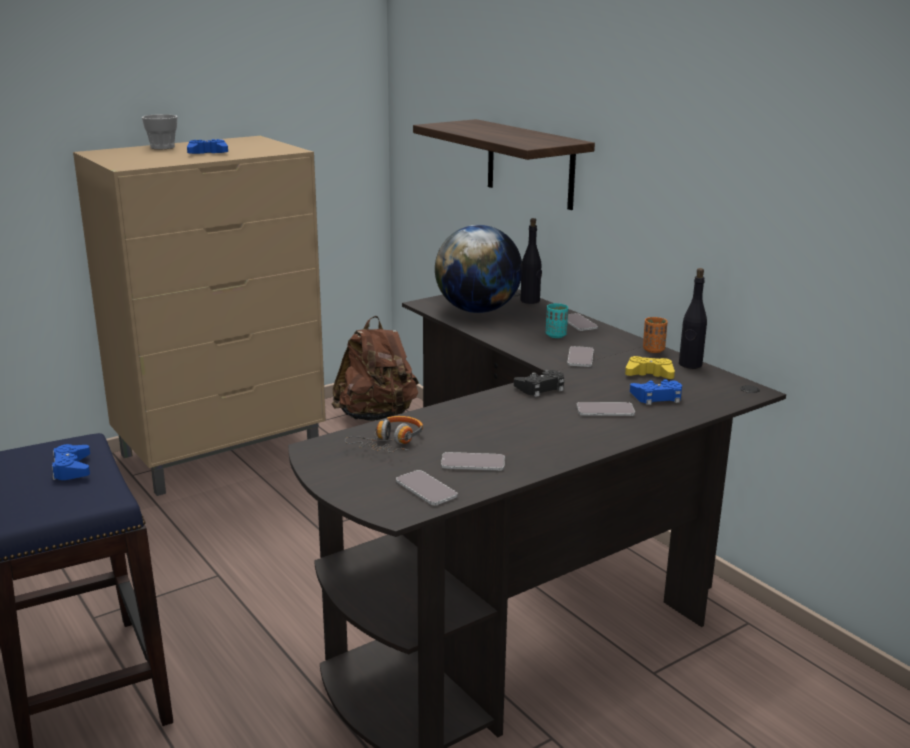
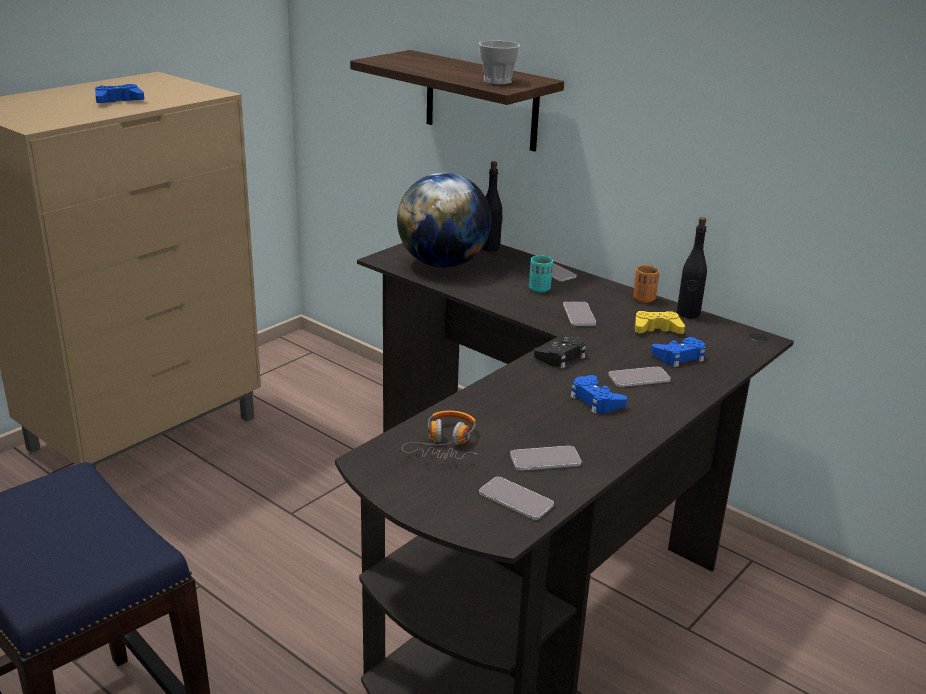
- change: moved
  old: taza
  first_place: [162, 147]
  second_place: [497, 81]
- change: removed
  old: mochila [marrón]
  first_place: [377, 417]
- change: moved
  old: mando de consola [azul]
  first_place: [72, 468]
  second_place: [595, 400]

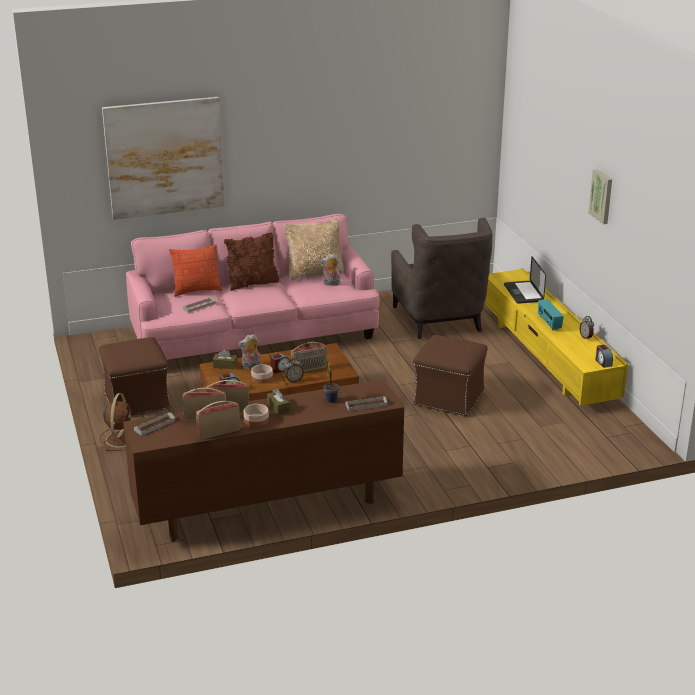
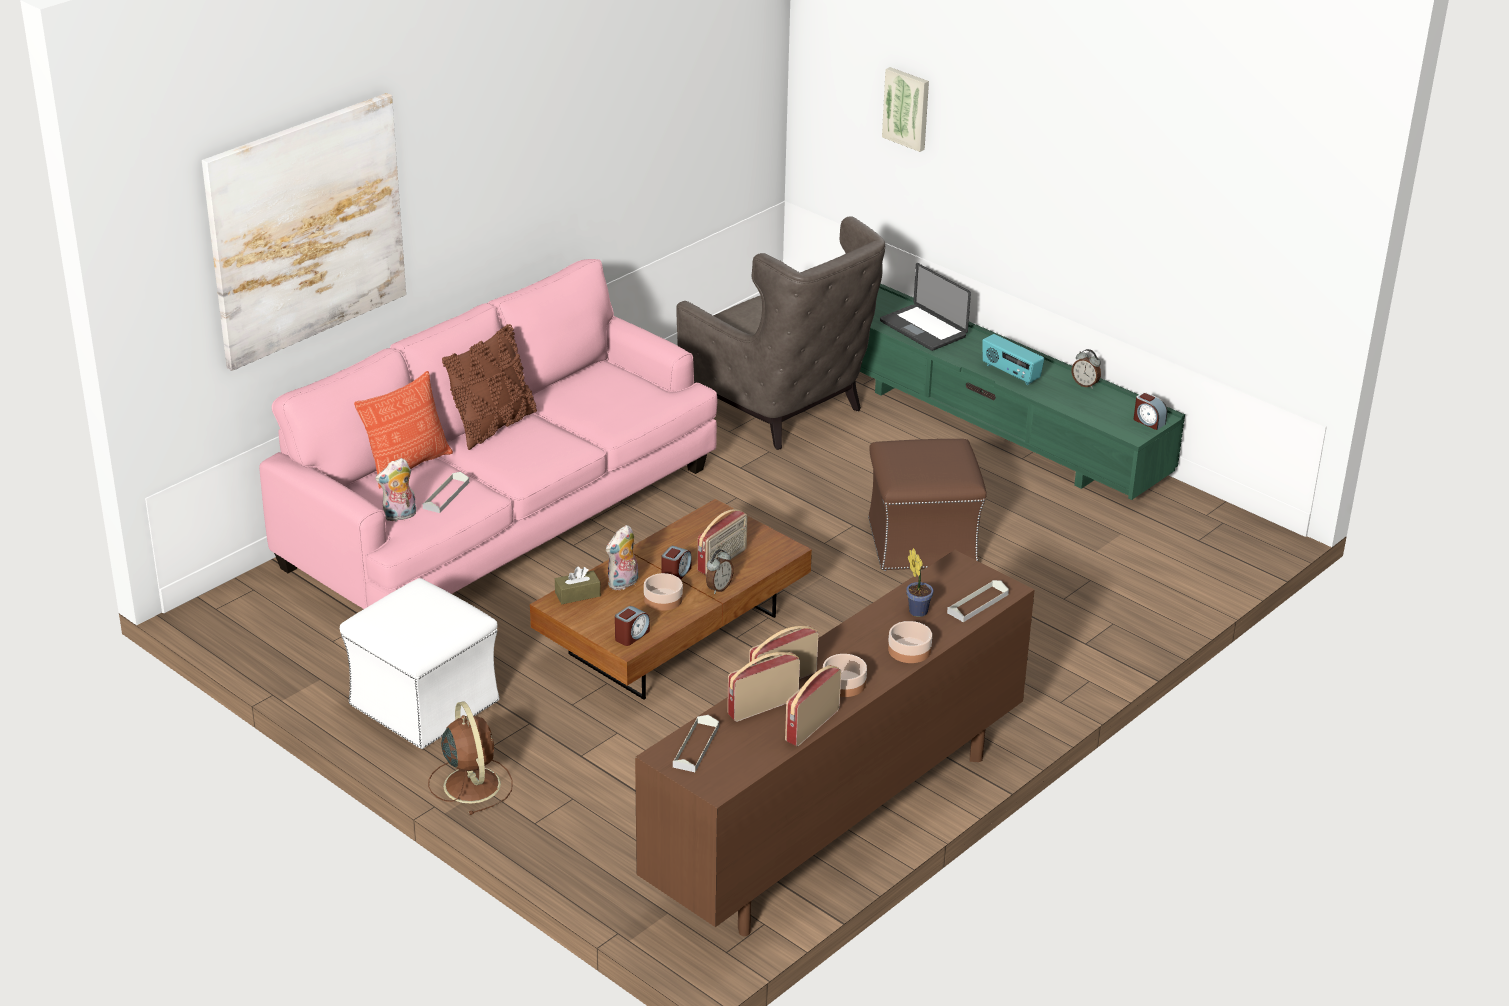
- change: moved
  old: cuadro
  first_place: [602, 196]
  second_place: [907, 108]
- change: removed
  old: cojín [beis]
  first_place: [315, 274]
- change: moved
  old: peluche
  first_place: [331, 284]
  second_place: [399, 516]
- change: recoloured
  old: mueble de televisión [amarillo]
  new: mueble de televisión [verde]
  first_place: [547, 356]
  second_place: [996, 426]
- change: recoloured
  old: puf [marrón]
  new: puf [blanco]
  first_place: [136, 400]
  second_place: [423, 703]
- change: removed
  old: caja de pañuelos [marrón]
  first_place: [278, 407]
- change: added
  new: cuenco
  second_place: [908, 650]

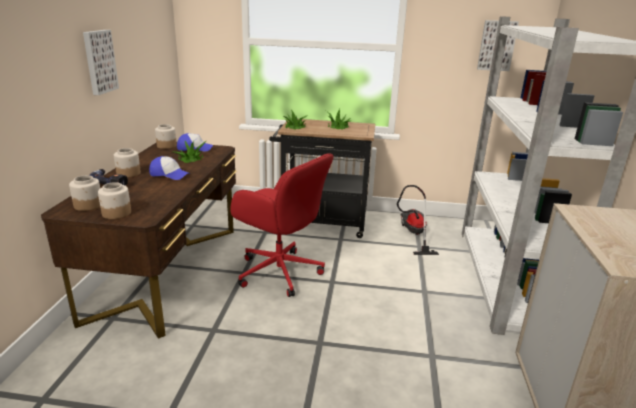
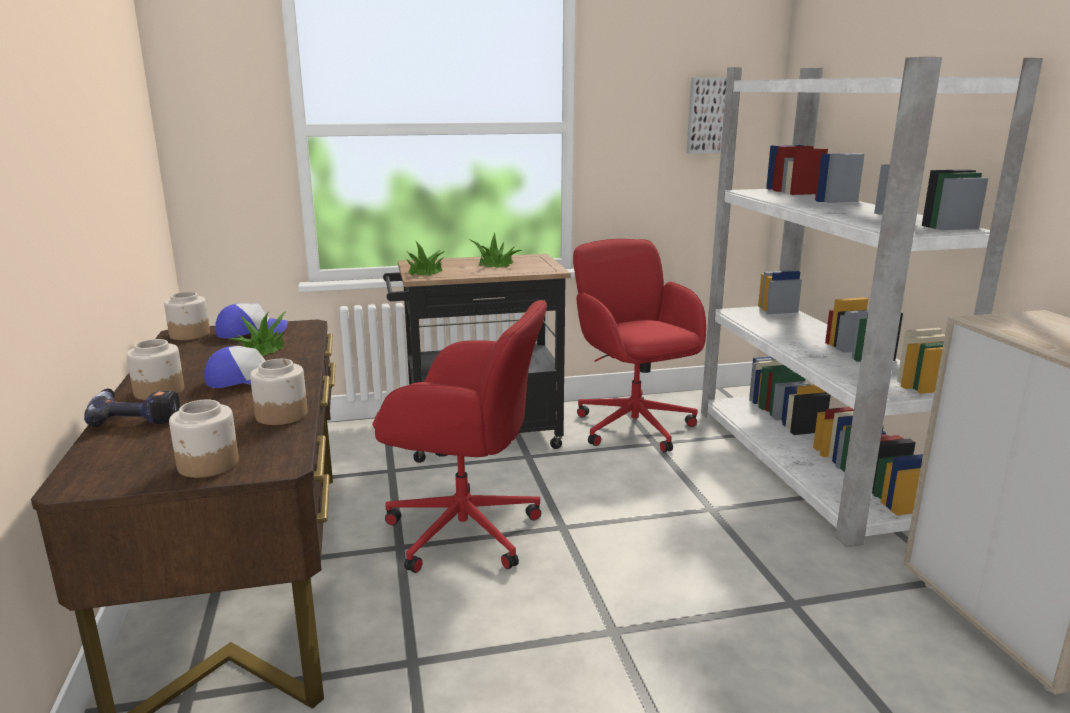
- change: removed
  old: cuadro
  first_place: [99, 61]
- change: moved
  old: tarro
  first_place: [88, 205]
  second_place: [282, 415]
- change: replaced
  old: aspiradora
  new: silla de oficina [rojo]
  first_place: [413, 234]
  second_place: [633, 427]

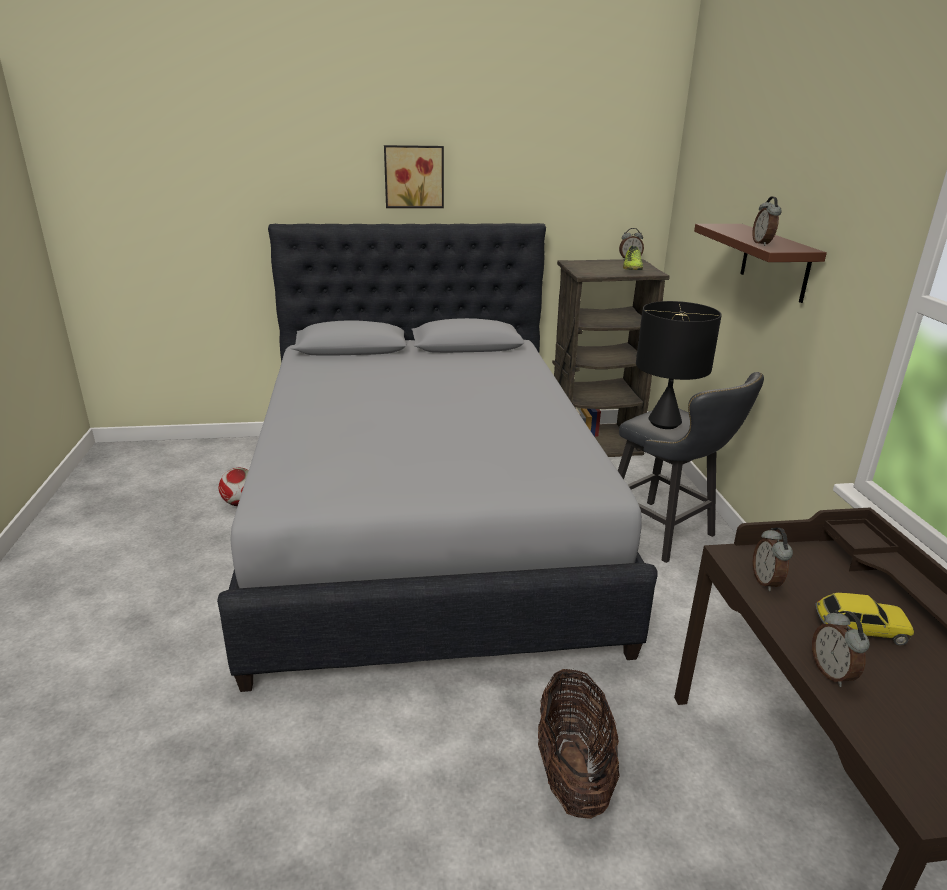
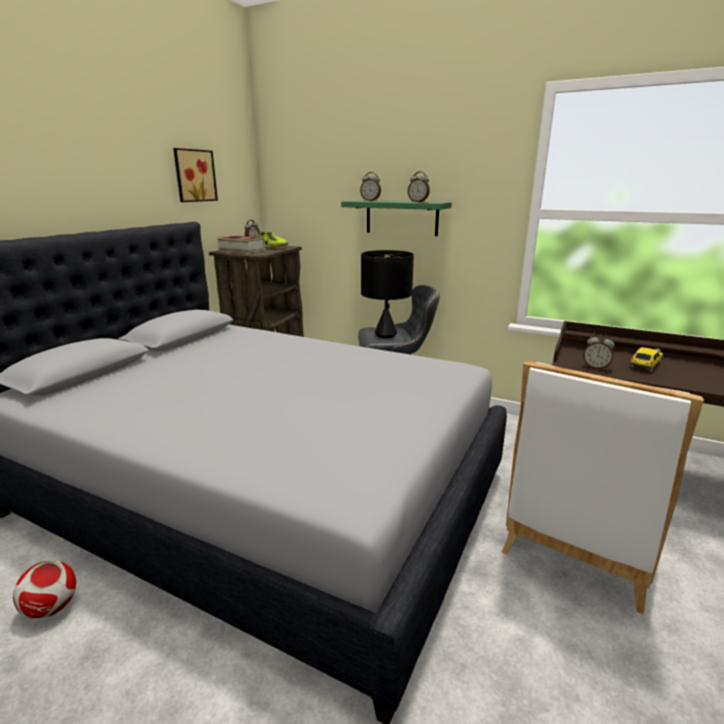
- change: moved
  old: cuadro
  first_place: [414, 176]
  second_place: [194, 175]
- change: recoloured
  old: estante [marrón]
  new: estante [verde]
  first_place: [775, 262]
  second_place: [401, 217]
- change: moved
  old: despertador
  first_place: [832, 673]
  second_place: [370, 201]
- change: replaced
  old: cesta
  new: silla [blanco]
  first_place: [573, 773]
  second_place: [580, 543]
- change: added
  new: libro
  second_place: [241, 250]

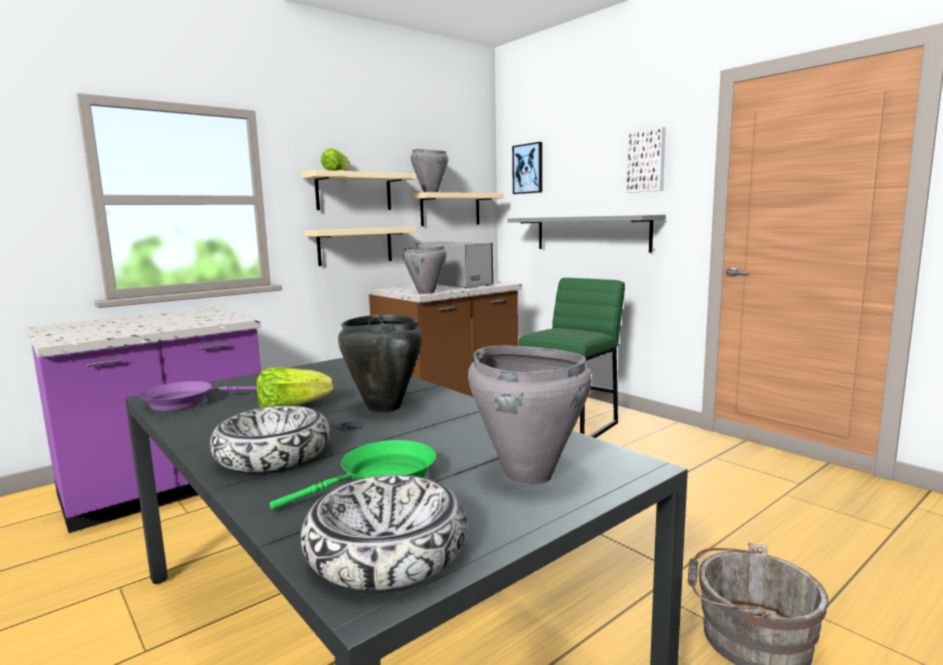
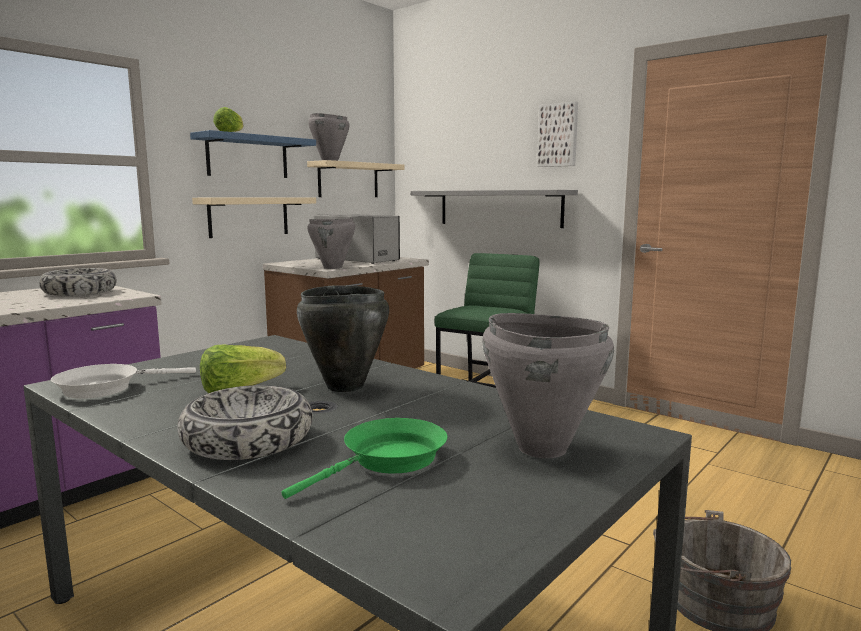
- change: removed
  old: cuadro
  first_place: [528, 168]
- change: recoloured
  old: estante [beis]
  new: estante [azul]
  first_place: [354, 192]
  second_place: [248, 157]
- change: recoloured
  old: sartén [morado]
  new: sartén [blanco]
  first_place: [185, 402]
  second_place: [105, 388]
- change: moved
  old: cuenco
  first_place: [386, 551]
  second_place: [80, 292]

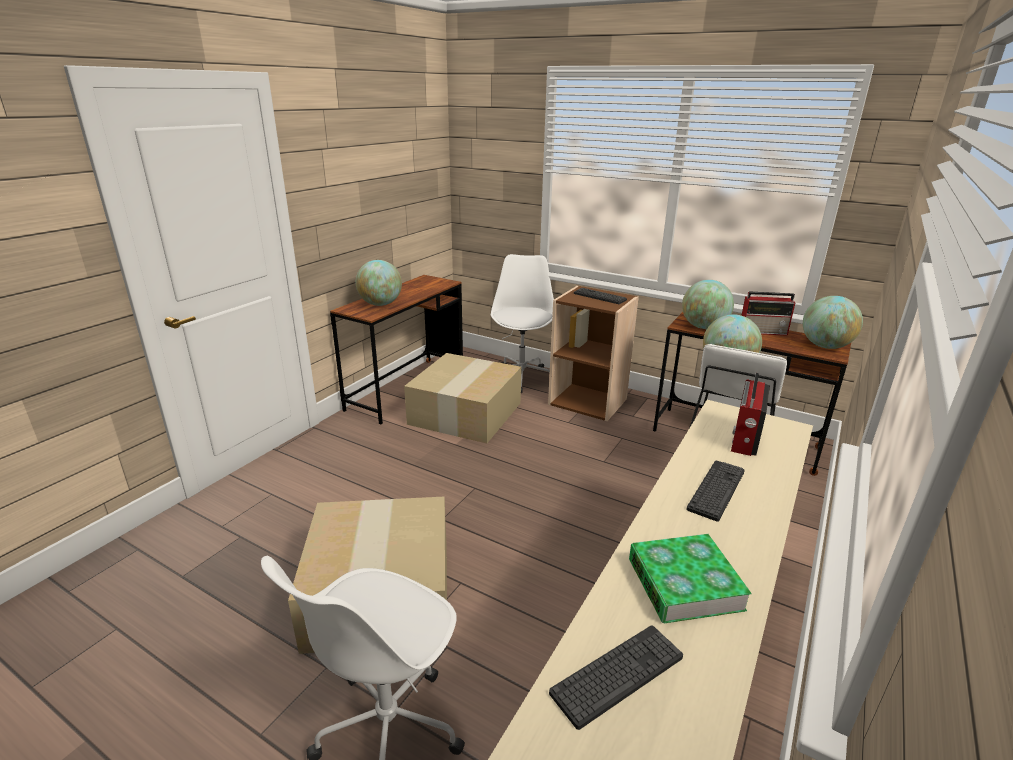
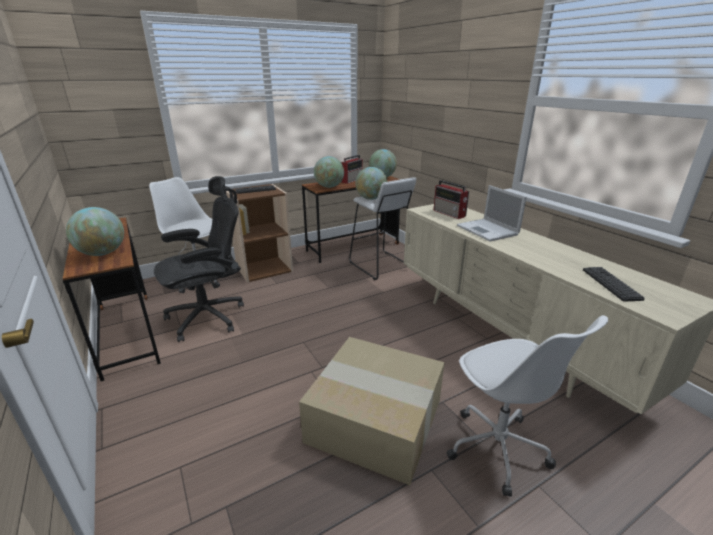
- change: replaced
  old: caja de cartón
  new: silla de oficina
  first_place: [466, 414]
  second_place: [210, 317]
- change: replaced
  old: teclado
  new: portátil
  first_place: [716, 490]
  second_place: [488, 230]
- change: removed
  old: libro
  first_place: [684, 584]

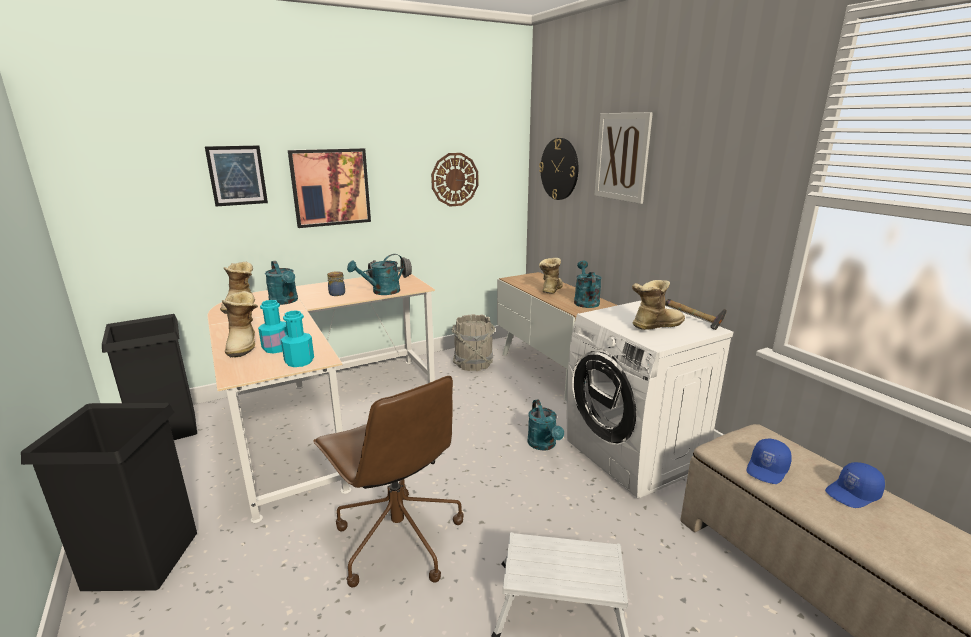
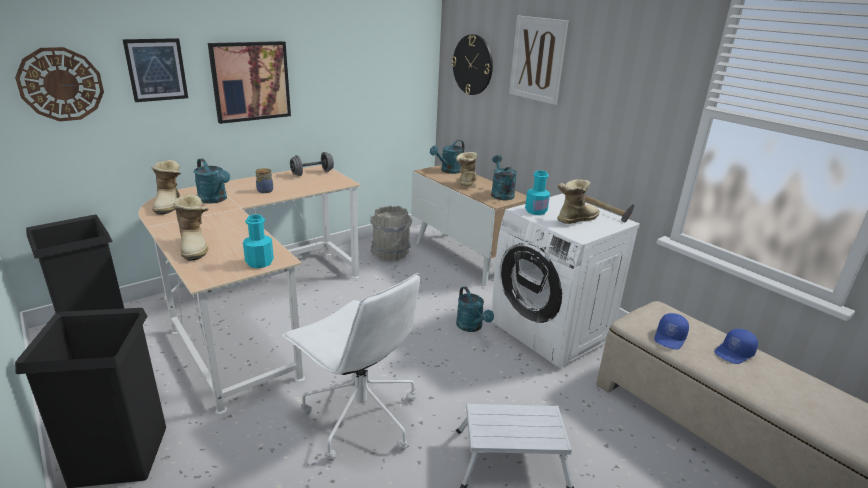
- change: moved
  old: reloj de pared
  first_place: [454, 179]
  second_place: [61, 84]
- change: moved
  old: regadera [turquesa]
  first_place: [381, 292]
  second_place: [449, 171]
- change: moved
  old: botella [turquesa]
  first_place: [276, 348]
  second_place: [536, 211]
- change: recoloured
  old: silla de oficina [marrón]
  new: silla de oficina [blanco]
  first_place: [395, 537]
  second_place: [357, 416]

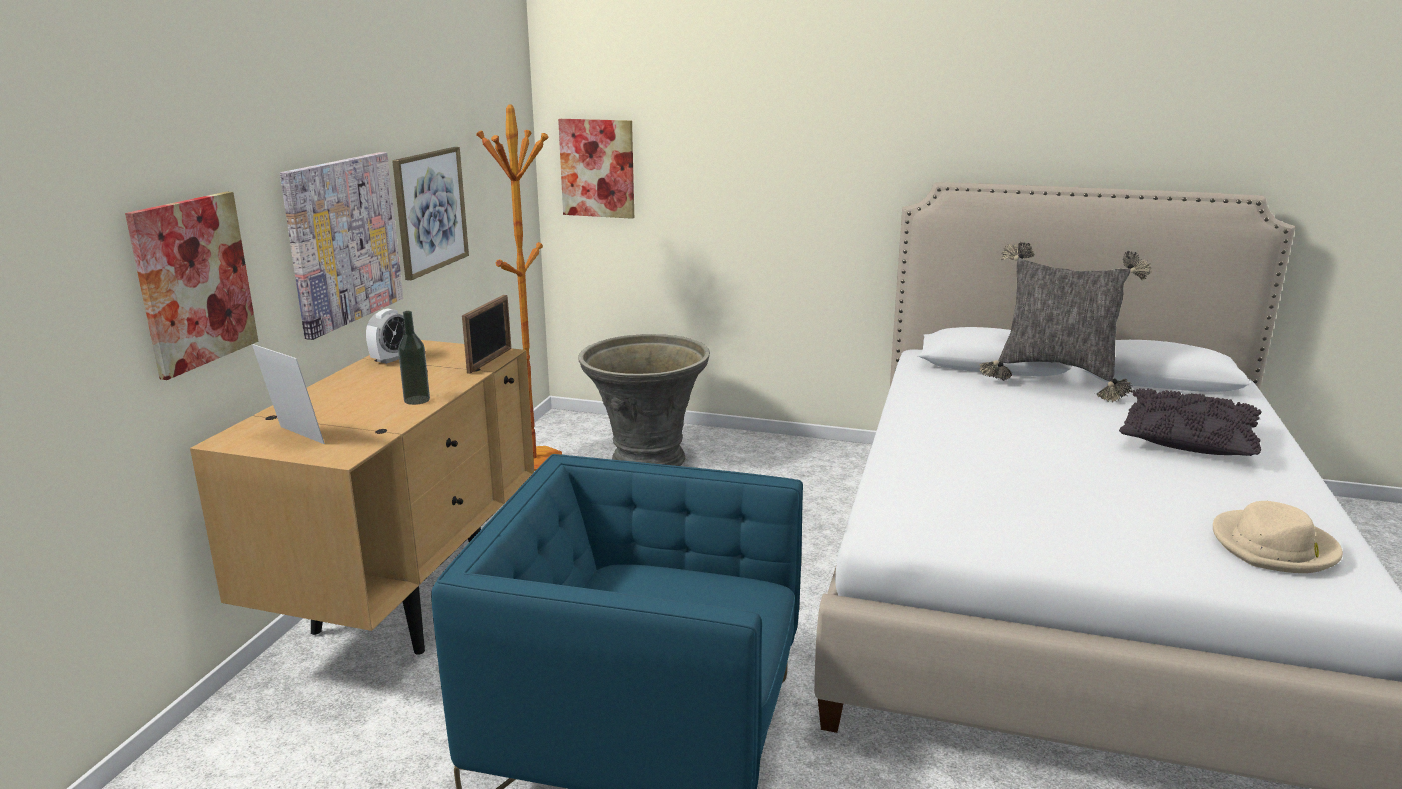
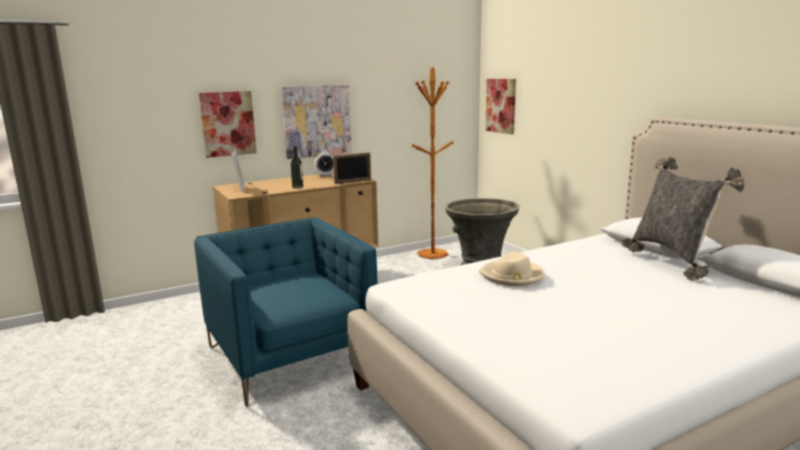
- change: removed
  old: cuadro
  first_place: [430, 211]
- change: removed
  old: cojín [negro]
  first_place: [1188, 439]
- change: moved
  old: sombrero [beis]
  first_place: [1274, 547]
  second_place: [512, 276]

